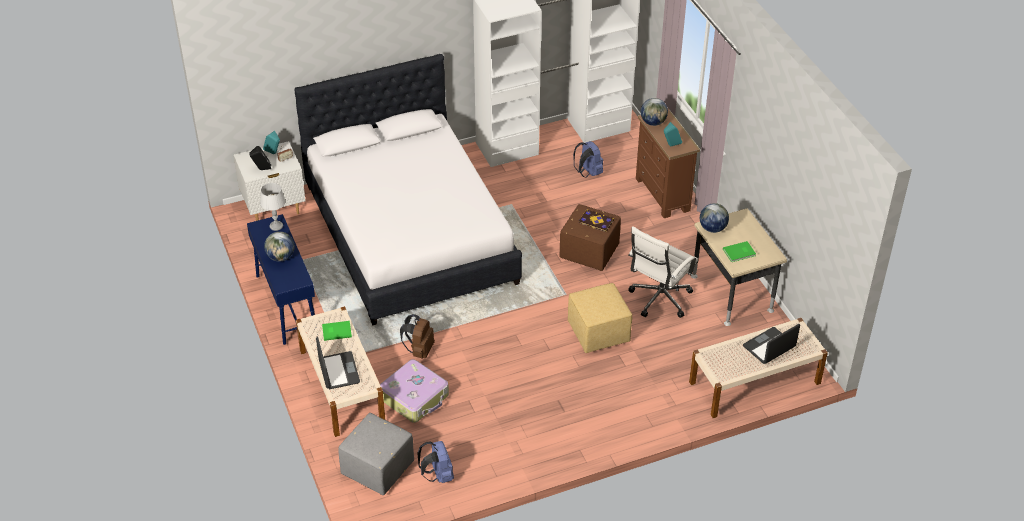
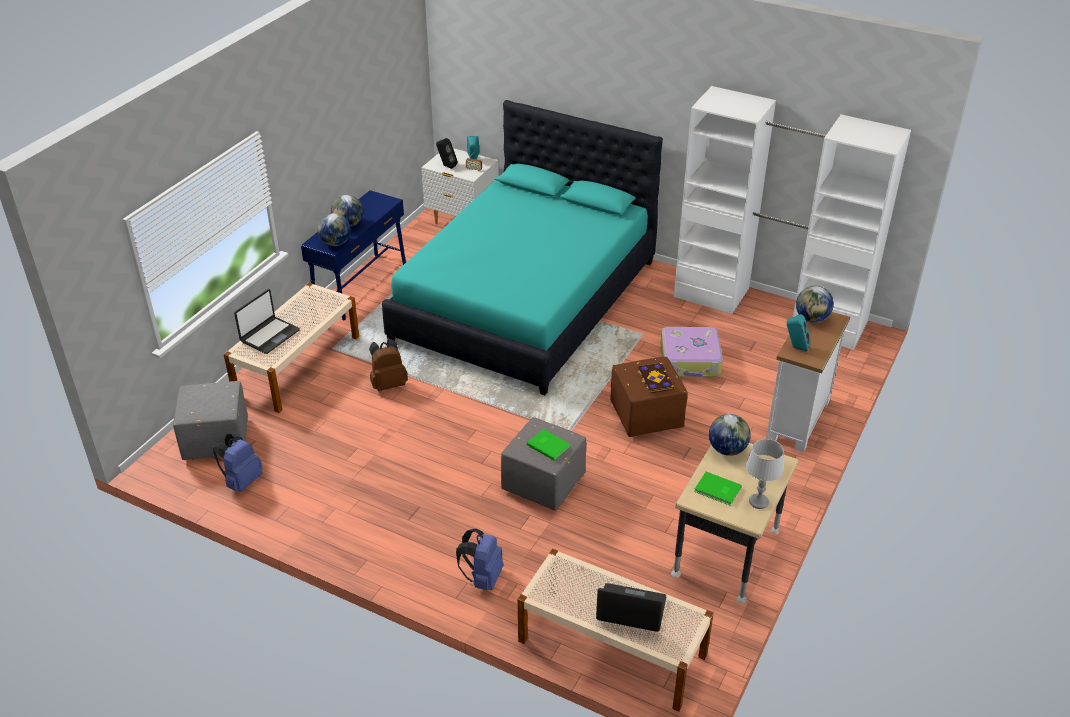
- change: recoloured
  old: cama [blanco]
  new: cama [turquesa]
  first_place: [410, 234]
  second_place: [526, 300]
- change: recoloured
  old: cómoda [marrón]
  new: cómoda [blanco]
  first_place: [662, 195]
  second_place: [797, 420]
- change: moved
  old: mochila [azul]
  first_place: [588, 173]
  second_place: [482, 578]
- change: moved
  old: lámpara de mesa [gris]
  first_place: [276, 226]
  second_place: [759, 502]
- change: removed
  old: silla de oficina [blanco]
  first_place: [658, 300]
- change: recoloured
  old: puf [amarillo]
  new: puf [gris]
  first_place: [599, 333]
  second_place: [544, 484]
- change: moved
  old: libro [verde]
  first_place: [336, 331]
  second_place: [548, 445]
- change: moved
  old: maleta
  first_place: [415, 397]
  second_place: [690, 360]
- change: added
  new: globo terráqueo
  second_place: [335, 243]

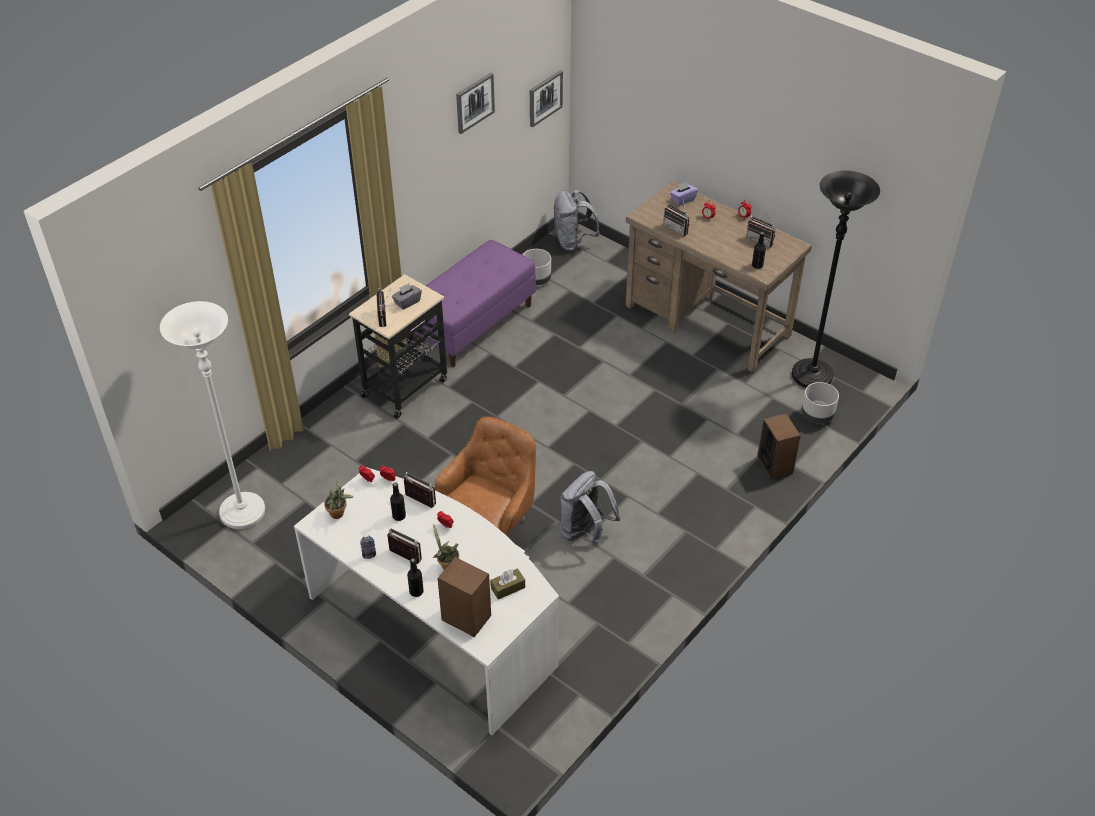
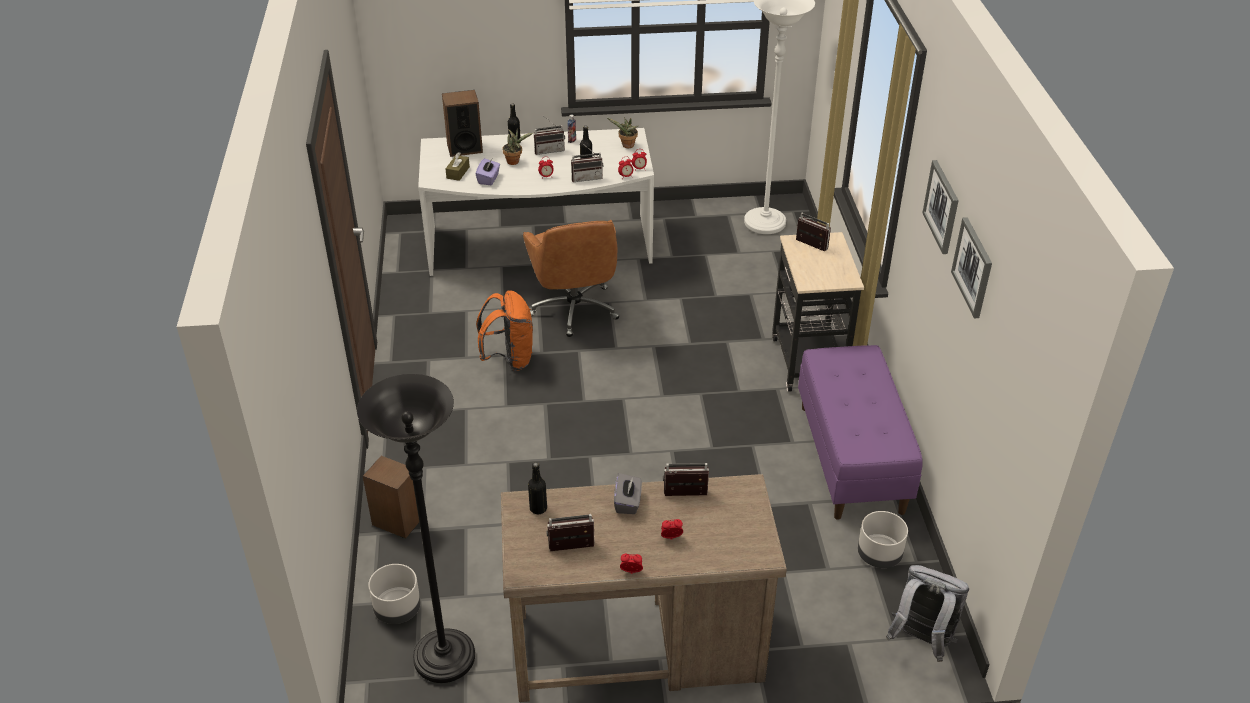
- change: moved
  old: cuadro
  first_place: [545, 98]
  second_place: [942, 206]
- change: moved
  old: caja de pañuelos [morado]
  first_place: [683, 200]
  second_place: [489, 179]
- change: moved
  old: caja de pañuelos [gris]
  first_place: [407, 302]
  second_place: [628, 502]
- change: recoloured
  old: mochila [gris]
  new: mochila [naranja]
  first_place: [585, 532]
  second_place: [509, 359]

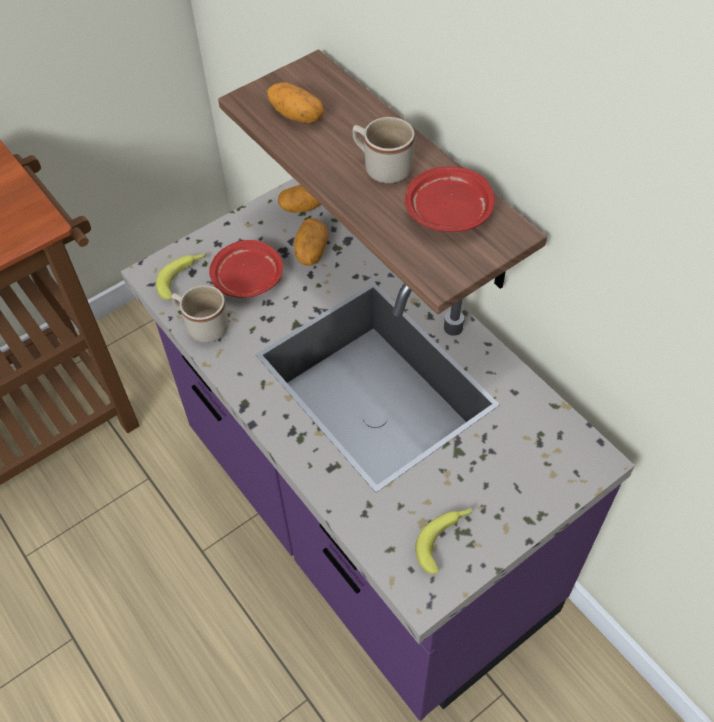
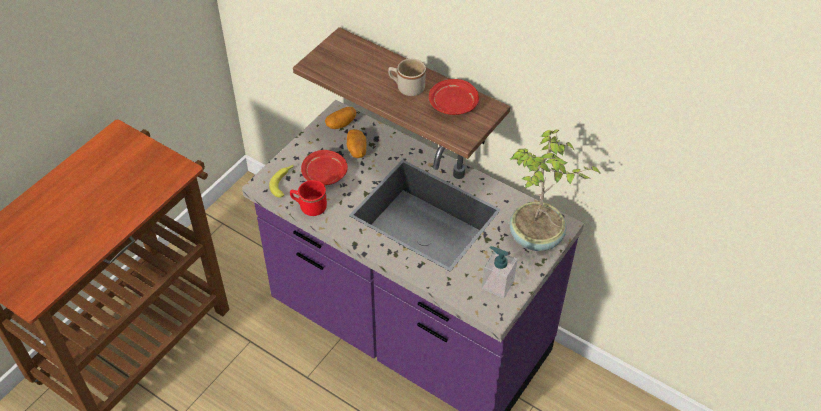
- change: removed
  old: patata
  first_place: [297, 115]
- change: recoloured
  old: taza grande [beis]
  new: taza grande [rojo]
  first_place: [202, 326]
  second_place: [309, 207]
- change: replaced
  old: plátano
  new: dispensador de jabón
  first_place: [445, 539]
  second_place: [497, 284]
- change: added
  new: planta en maceta
  second_place: [536, 238]

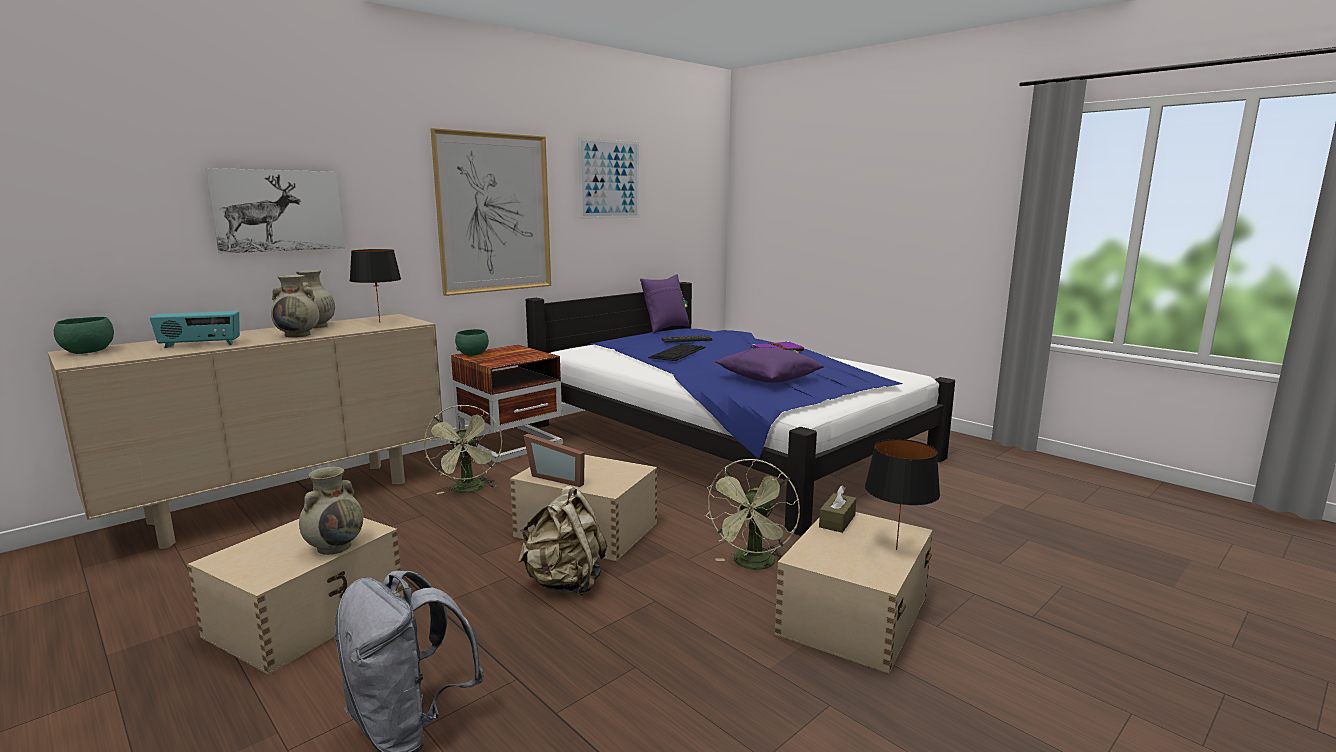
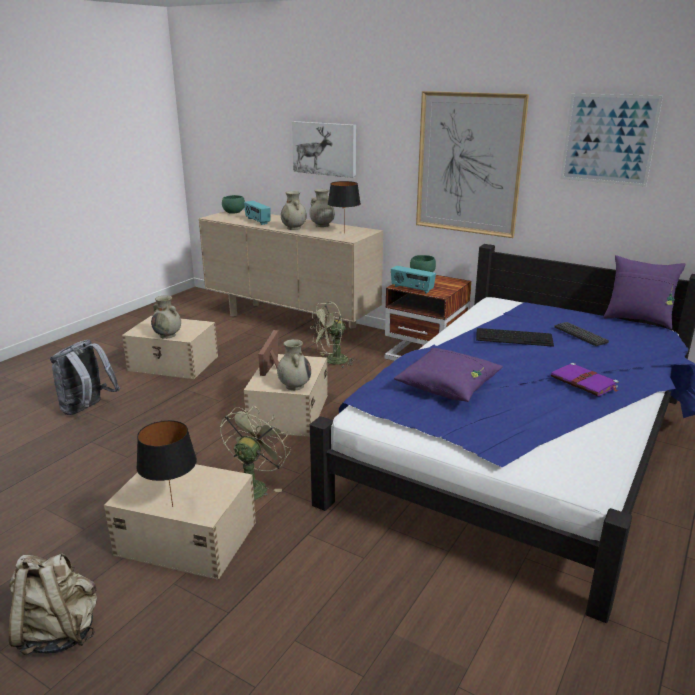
- change: turned
  old: ventilador [verde]
  first_place: [753, 565]
  second_place: [253, 486]
  degrees: 105
- change: moved
  old: mochila [beis]
  first_place: [565, 583]
  second_place: [59, 632]
- change: removed
  old: caja de pañuelos [marrón]
  first_place: [837, 521]
- change: added
  new: radio
  second_place: [412, 289]
- change: added
  new: florero [beis]
  second_place: [294, 386]

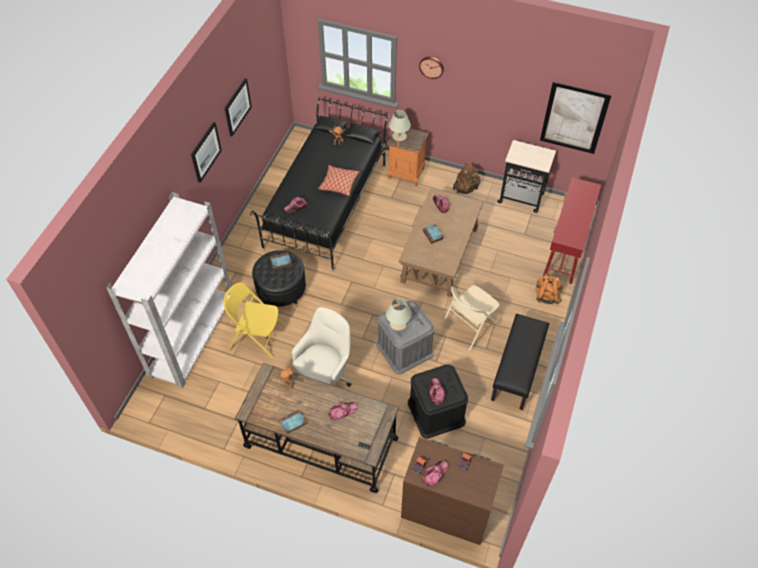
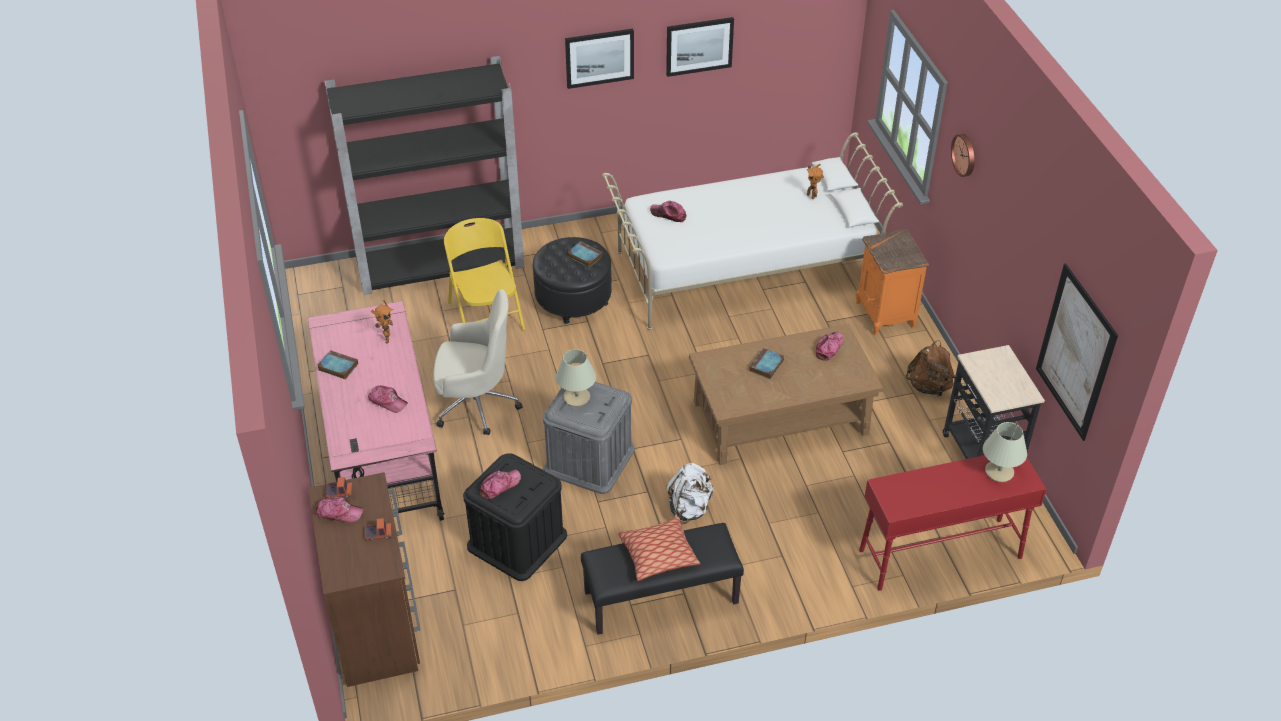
- change: recoloured
  old: cama [negro]
  new: cama [blanco]
  first_place: [325, 206]
  second_place: [745, 269]
- change: moved
  old: lámpara de mesa [beis]
  first_place: [399, 136]
  second_place: [999, 472]
- change: moved
  old: cojín
  first_place: [339, 184]
  second_place: [658, 555]
- change: recoloured
  old: estantería [blanco]
  new: estantería [negro]
  first_place: [192, 335]
  second_place: [440, 263]
- change: removed
  old: mochila [naranja]
  first_place: [546, 296]
- change: replaced
  old: silla [beis]
  new: mochila [blanco]
  first_place: [470, 326]
  second_place: [689, 508]
- change: recoloured
  old: escritorio [marrón]
  new: escritorio [rosa]
  first_place: [321, 443]
  second_place: [381, 451]

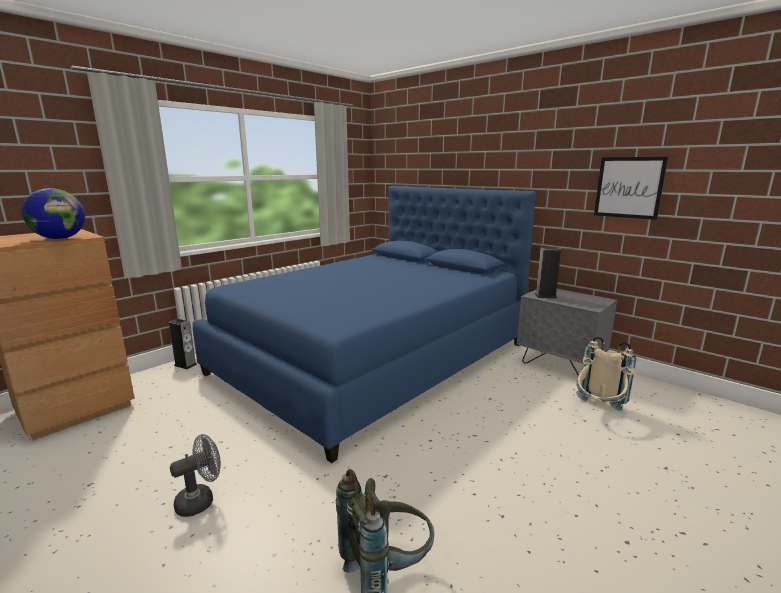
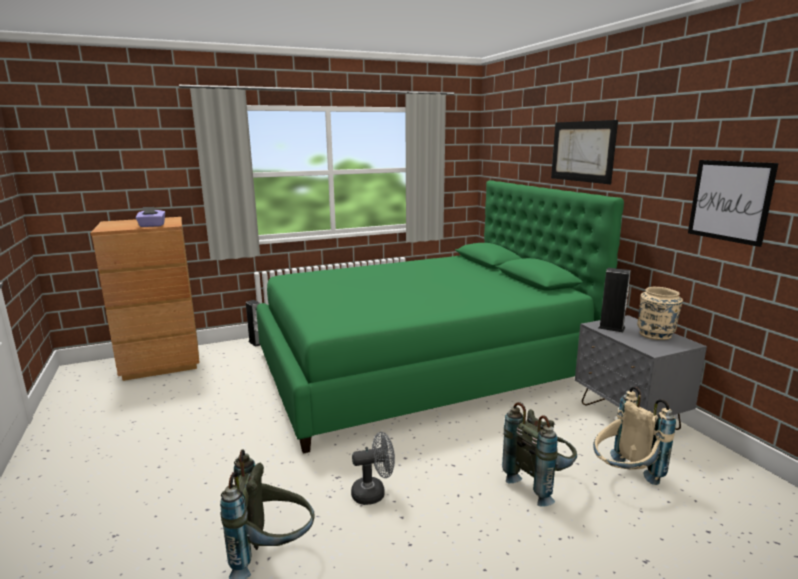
- change: recoloured
  old: cama [azul]
  new: cama [verde]
  first_place: [374, 358]
  second_place: [421, 367]
- change: replaced
  old: globo terráqueo
  new: caja de pañuelos [morado]
  first_place: [60, 238]
  second_place: [152, 226]
- change: moved
  old: ventilador [gris]
  first_place: [201, 500]
  second_place: [374, 493]
- change: added
  new: cuadro
  second_place: [582, 151]
- change: added
  new: florero [beis]
  second_place: [655, 335]
- change: added
  new: mochila [gris]
  second_place: [540, 483]

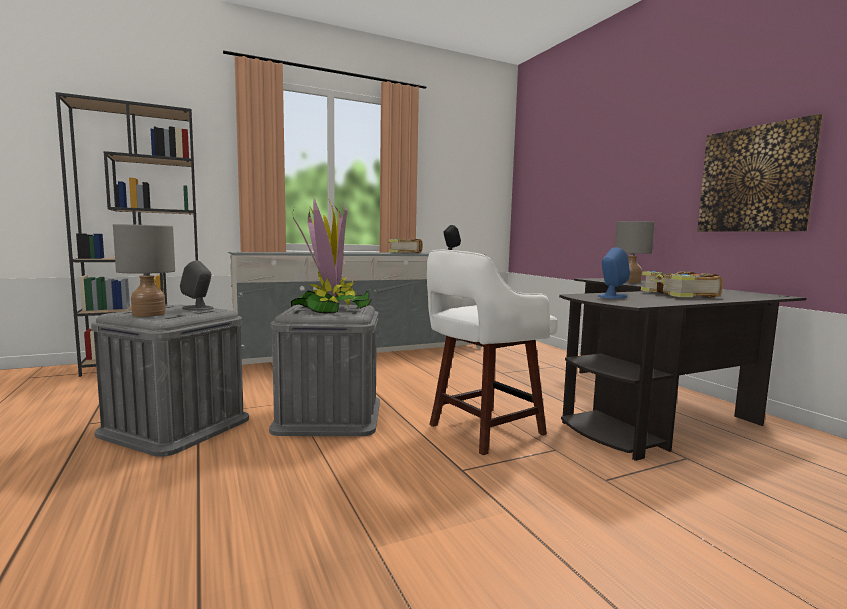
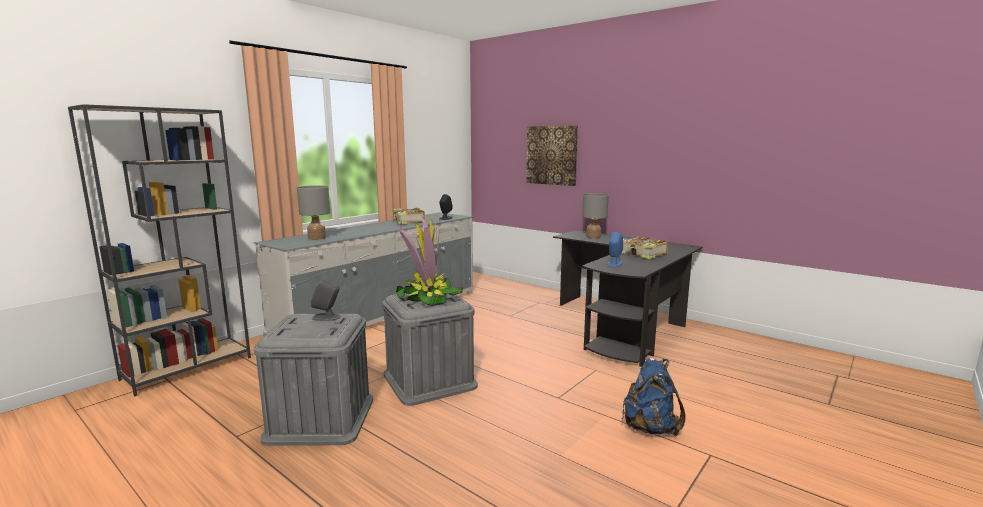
- change: moved
  old: cuadro
  first_place: [755, 179]
  second_place: [552, 155]
- change: moved
  old: lámpara de mesa [gris]
  first_place: [148, 314]
  second_place: [316, 238]
- change: removed
  old: taburete [blanco]
  first_place: [482, 431]
- change: added
  new: mochila [azul]
  second_place: [650, 428]

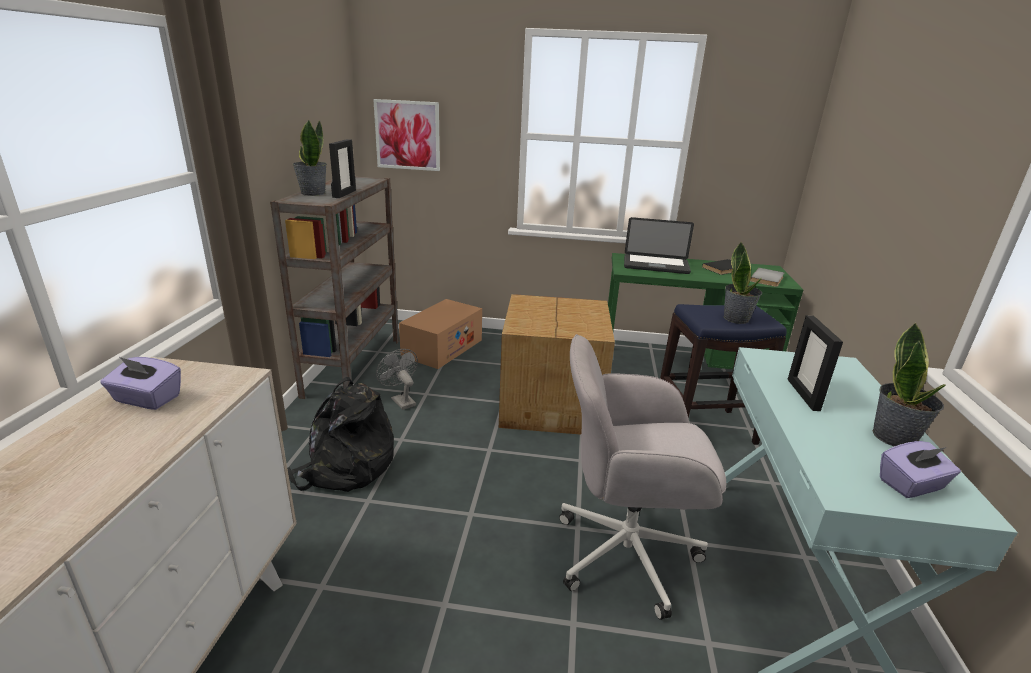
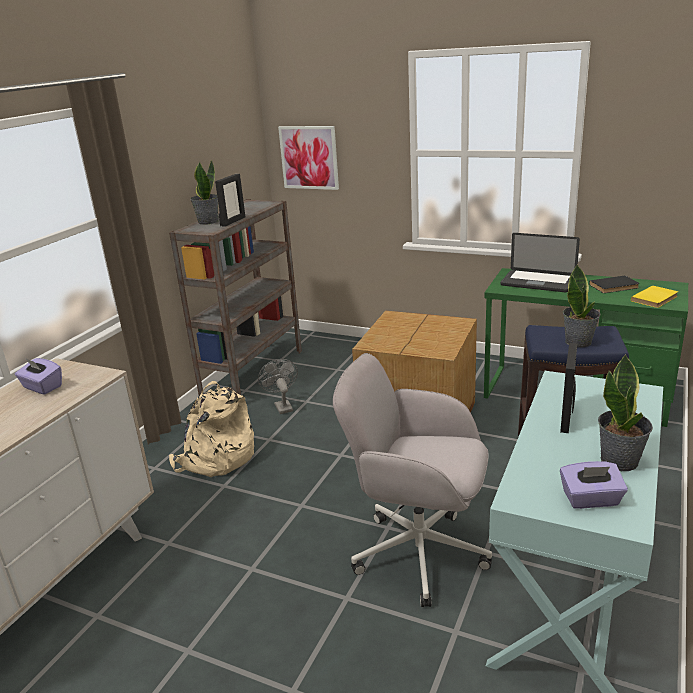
- change: recoloured
  old: libro [gris]
  new: libro [amarillo]
  first_place: [768, 279]
  second_place: [656, 299]
- change: removed
  old: caja de cartón
  first_place: [442, 348]
- change: recoloured
  old: mochila [negro]
  new: mochila [beis]
  first_place: [345, 467]
  second_place: [216, 458]

